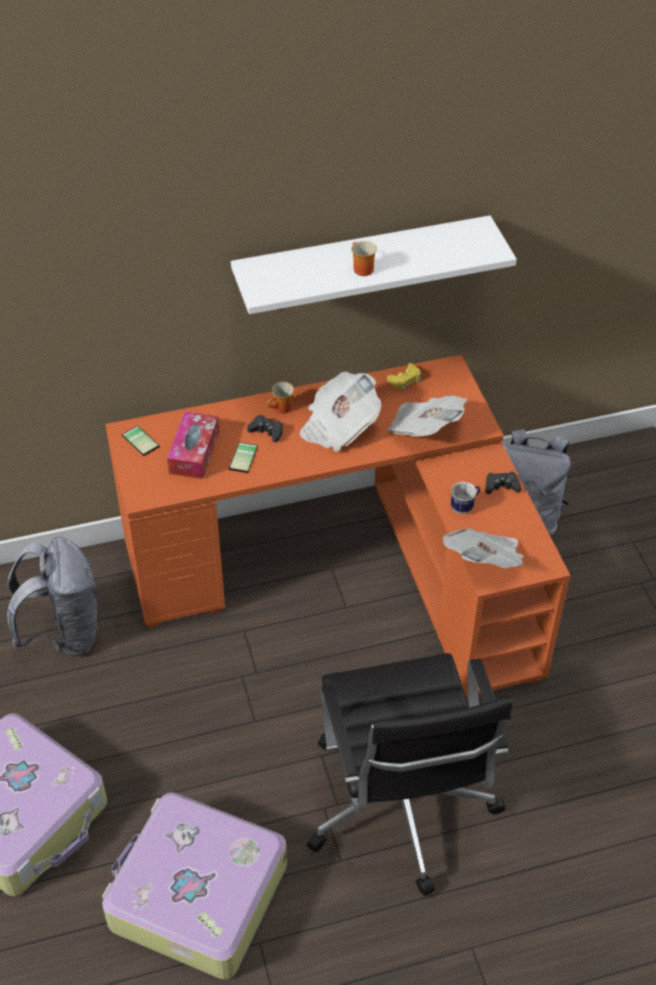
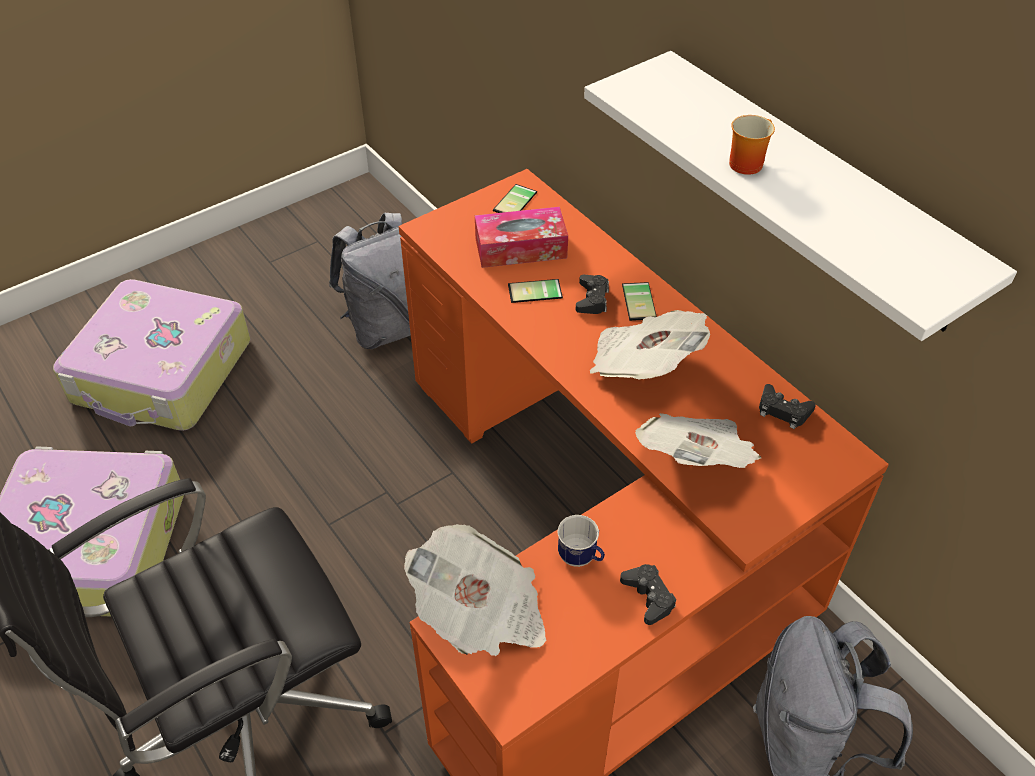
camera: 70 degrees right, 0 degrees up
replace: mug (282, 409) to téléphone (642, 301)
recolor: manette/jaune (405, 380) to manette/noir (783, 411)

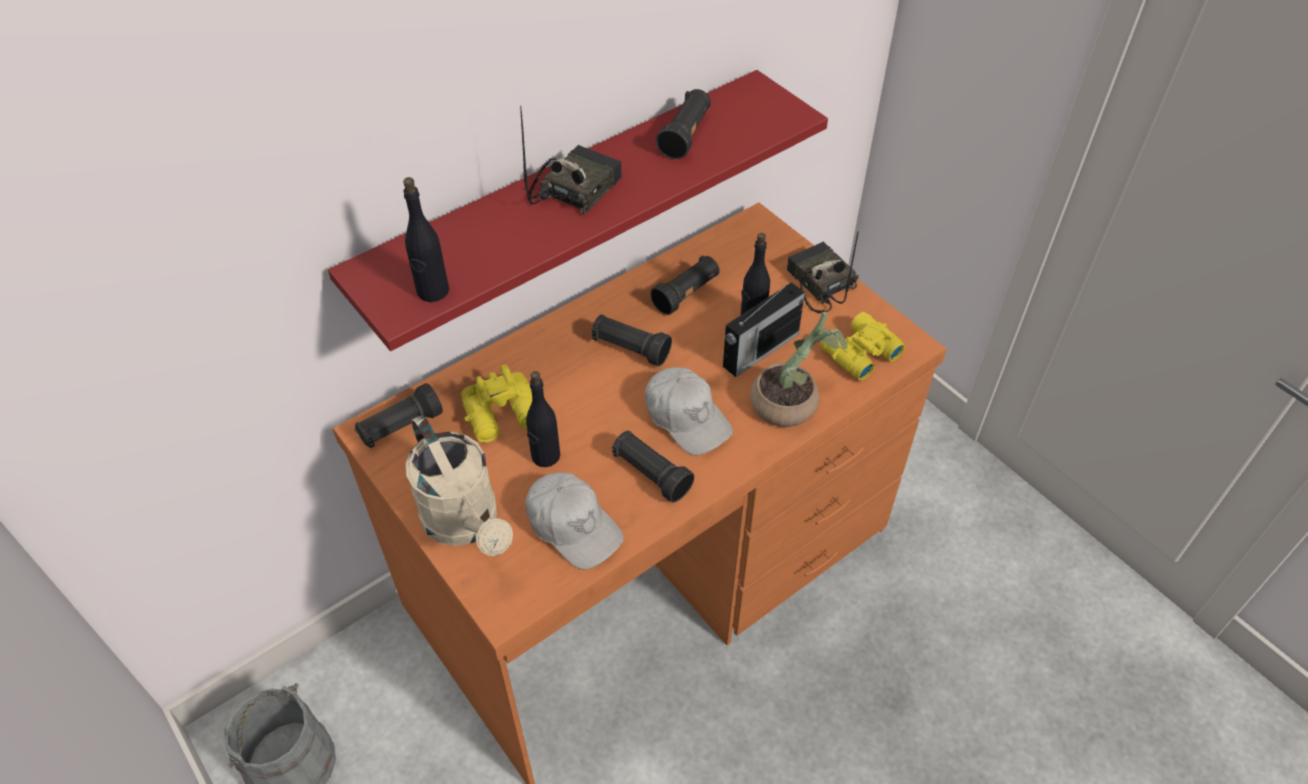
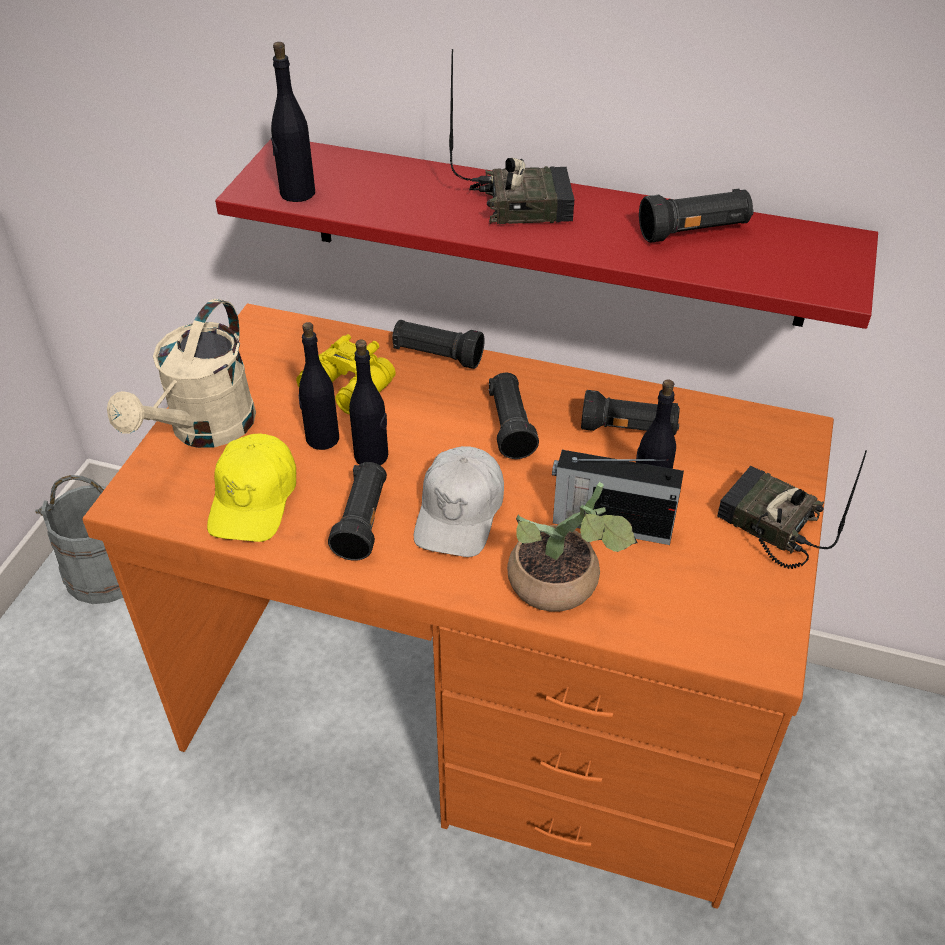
camera: 55 degrees right, 5 degrees down
delete: jumelles/jaune (858, 353)
insert: bouteille/noir (372, 457)
move: lampe de poche/noir (400, 427) to (437, 356)
recolor: casquette/blanc (573, 526) to casquette/jaune (254, 499)
rotate: radio (818, 283) = (767, 525) 75 degrees counterclockwise

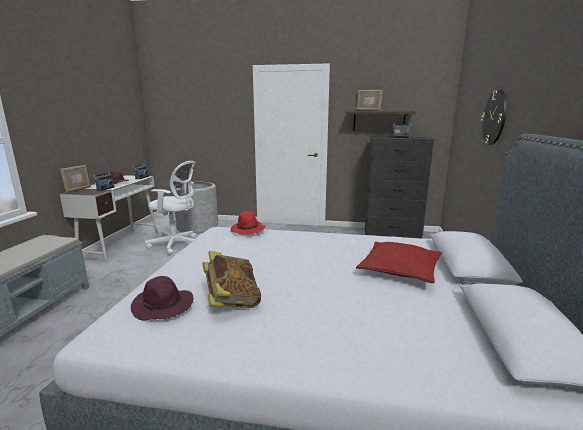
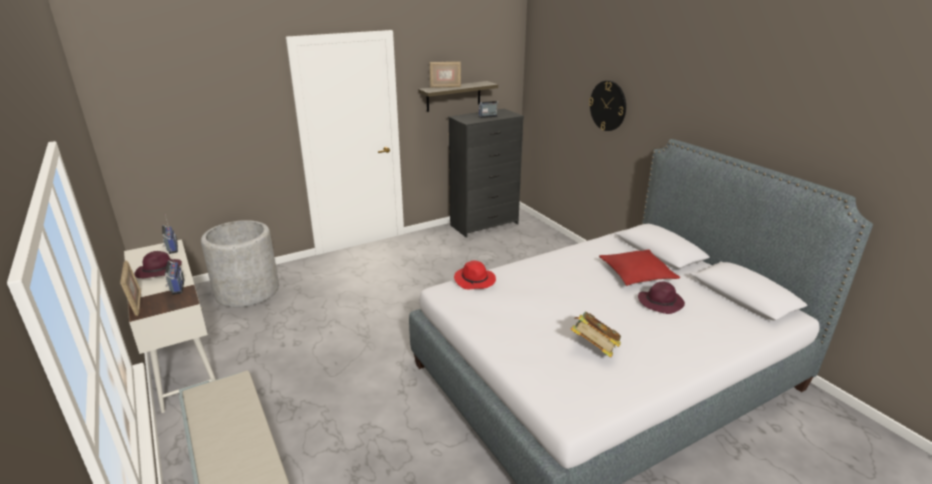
camera: 40 degrees left, 10 degrees up
delete: chaise de bureau/blanc (176, 245)
move: chapeau/violet (163, 306) to (661, 302)

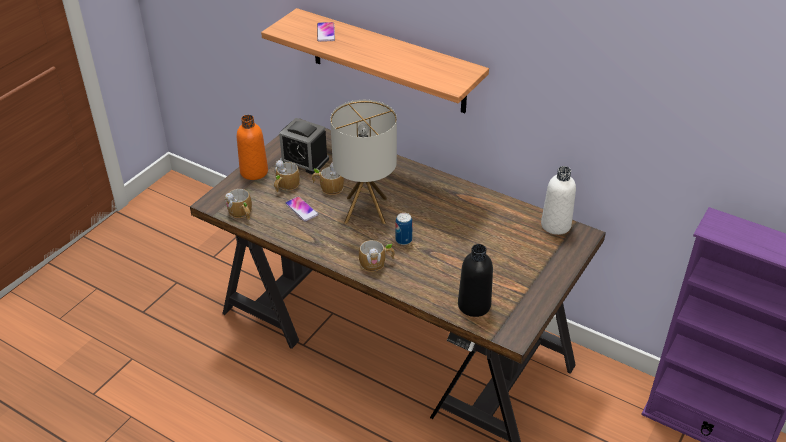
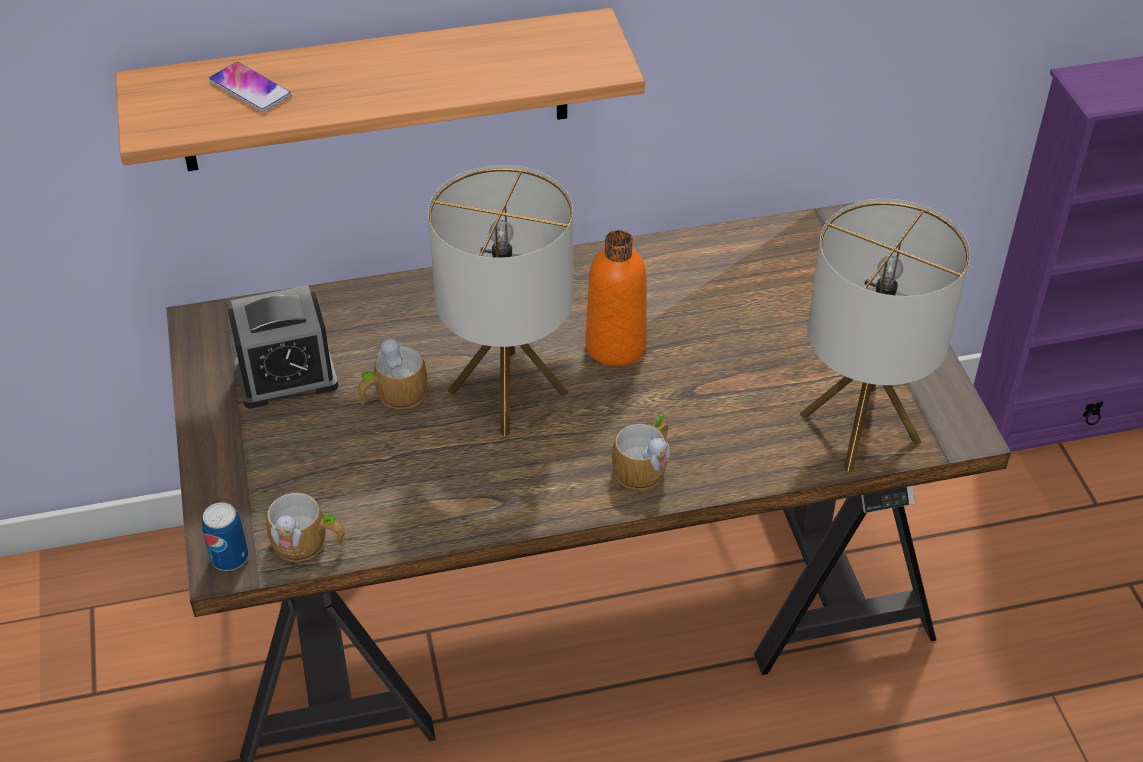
camera: 45 degrees left, 5 degrees up
delete: mug (285, 186); bouteille/blanc (555, 225); téléphone (301, 209)
move: bouteille/orange (254, 172) to (615, 346); boîte métallique (403, 240) to (229, 558)
replace: bouteille/noir (474, 305) to lampe de table (860, 427)

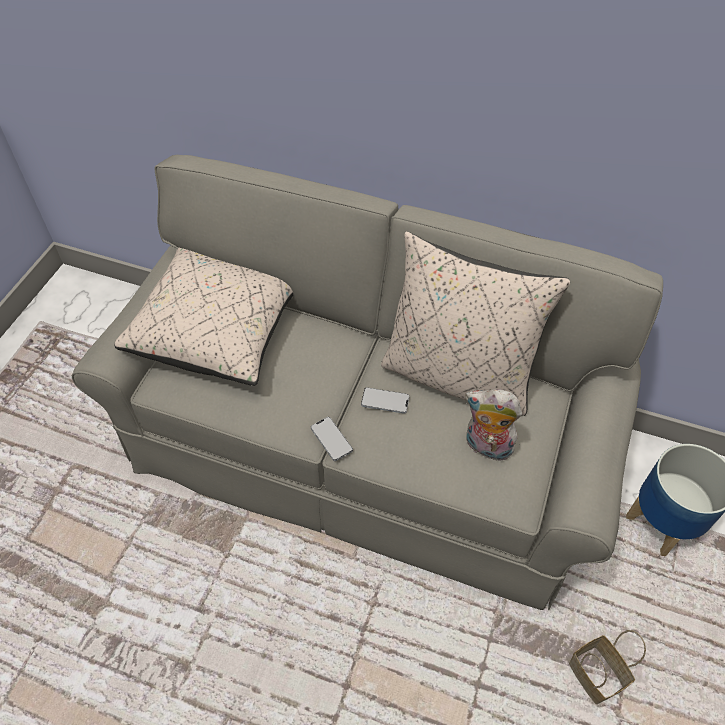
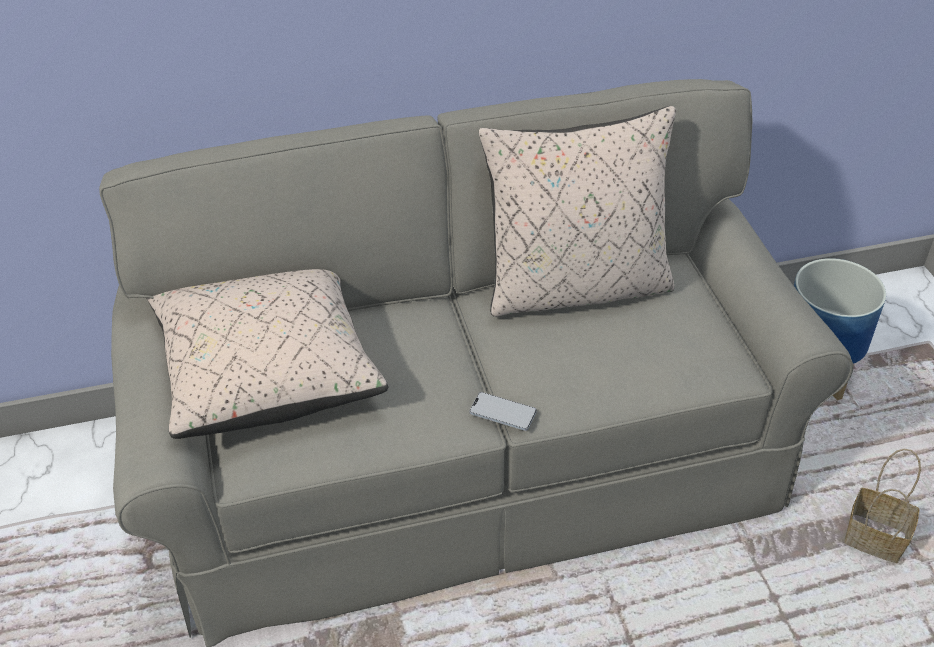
camera: 35 degrees left, 10 degrees down
delete: téléphone (385, 401); peluche (486, 447)

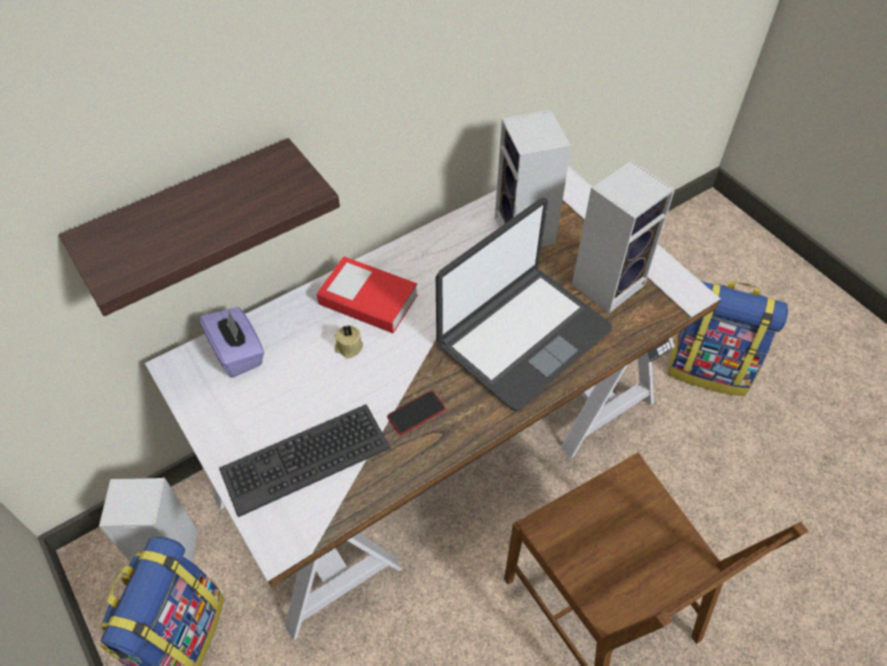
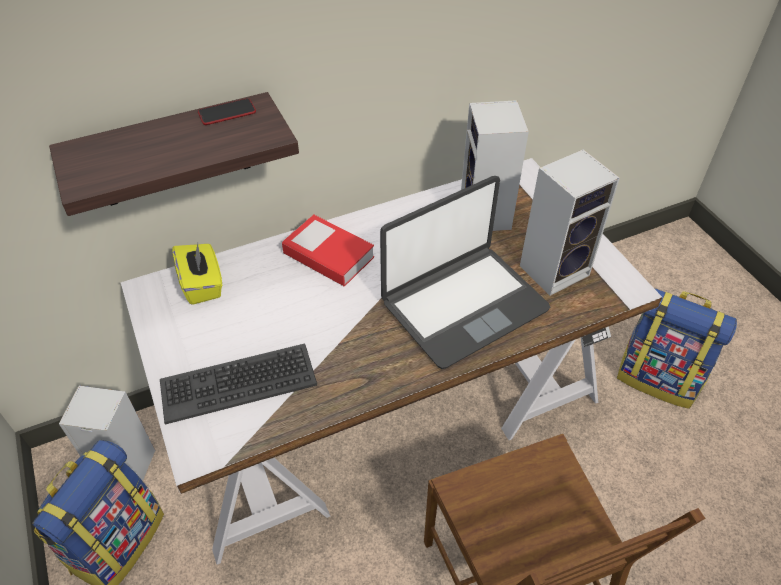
camera: 10 degrees right, 5 degrees down
delete: bougie/beige (348, 347)
move: téléphone (416, 413) to (227, 113)
recolor: boîte à mouchoirs/violet (238, 353) to boîte à mouchoirs/jaune (202, 284)

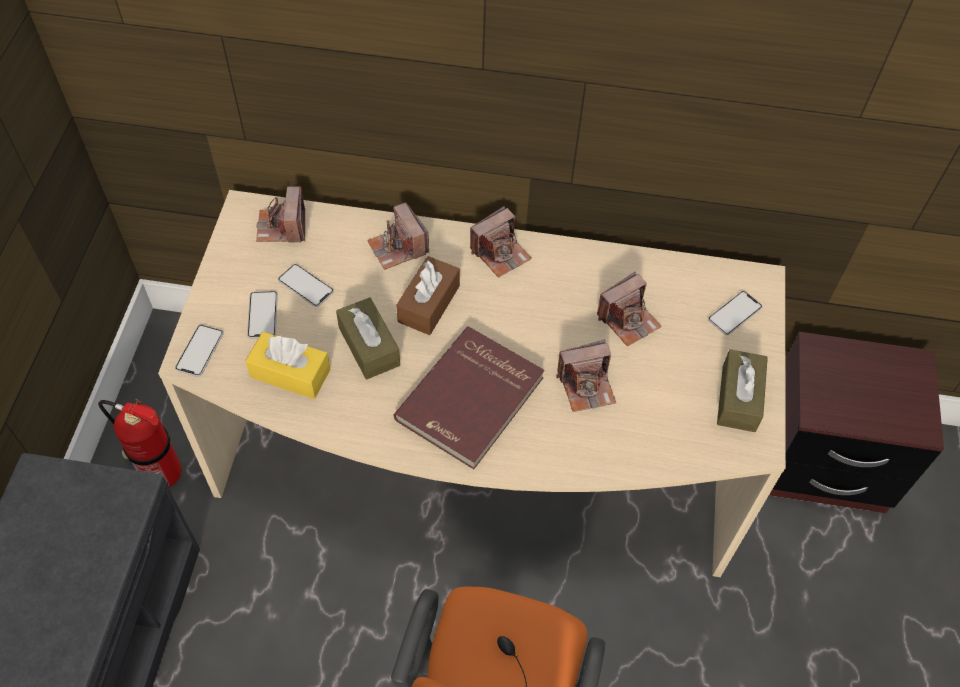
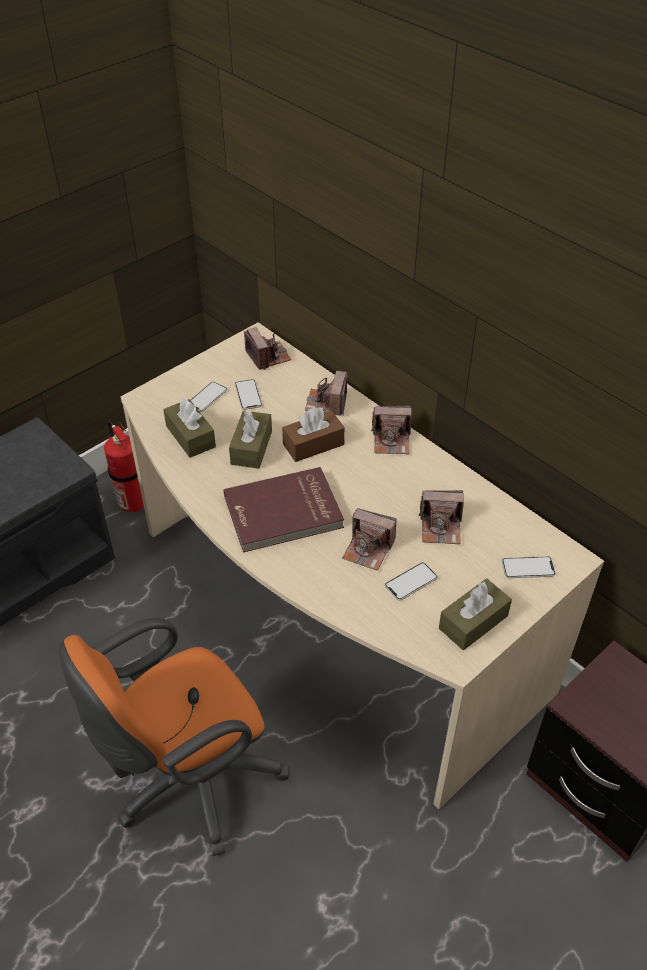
camera: 40 degrees right, 10 degrees down
move: téléphone (200, 351) to (411, 582)
recolor: boîte à mouchoirs/jaune (290, 373) to boîte à mouchoirs/marron (190, 436)
rotate: appareil photo (282, 227) = (268, 356) 120 degrees clockwise

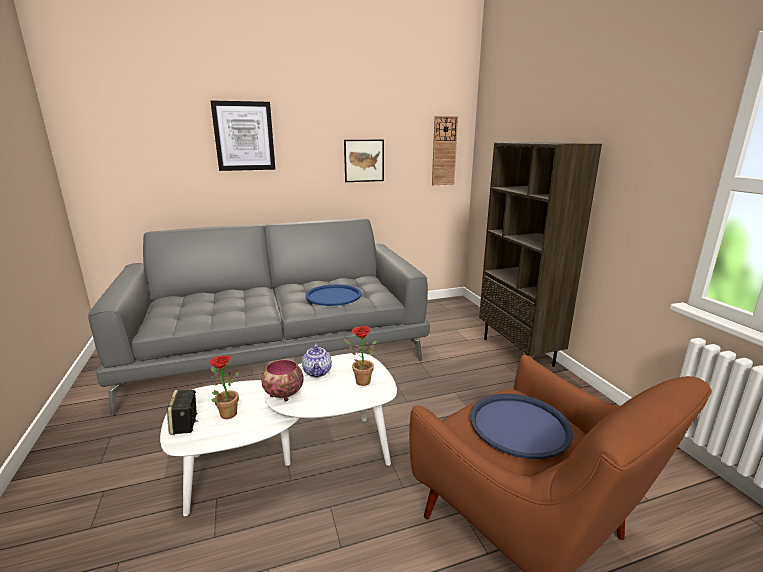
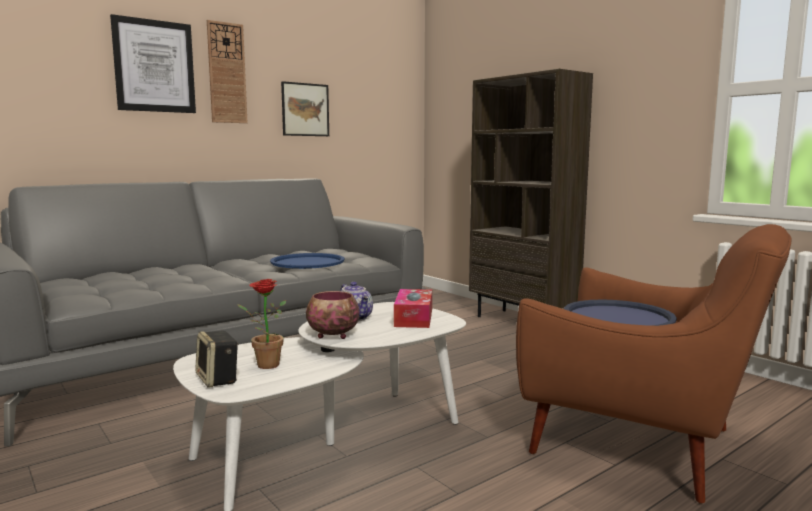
camera: 20 degrees left, 10 degrees down
move: horloge murale (444, 151) to (227, 73)
replace: plante en pot (360, 381) to boîte à mouchoirs (413, 318)

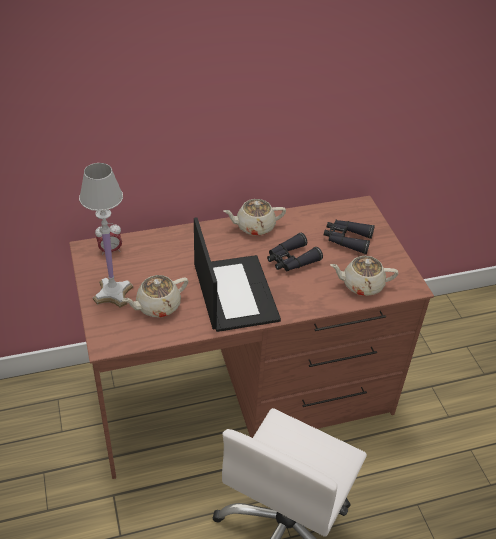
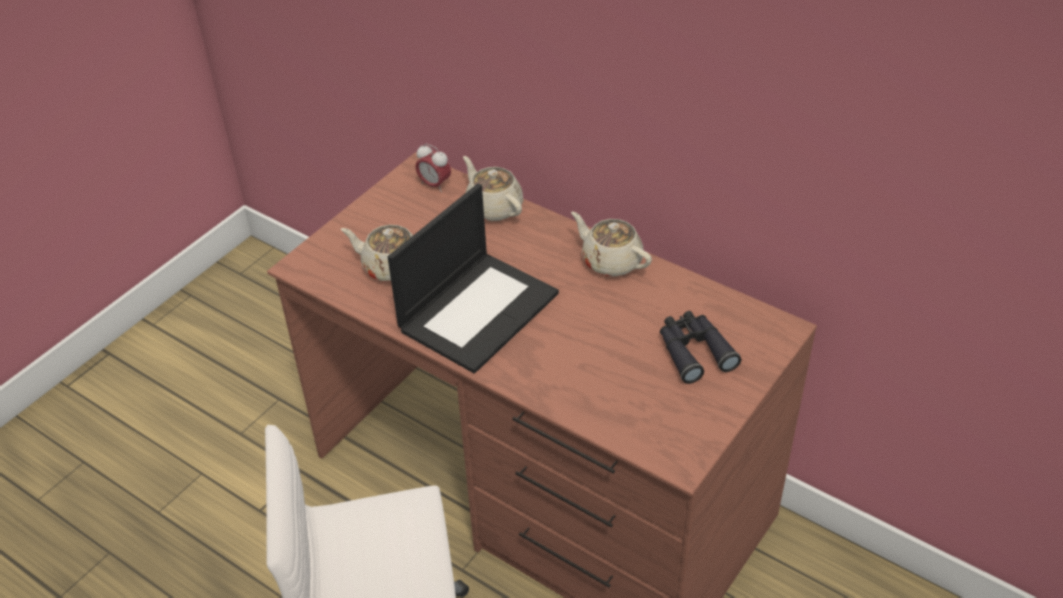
camera: 55 degrees right, 0 degrees up
delete: lampe de table/blanc (113, 293); jumelles/noir (291, 260)
move: théière/beige (361, 285) to (493, 207)

